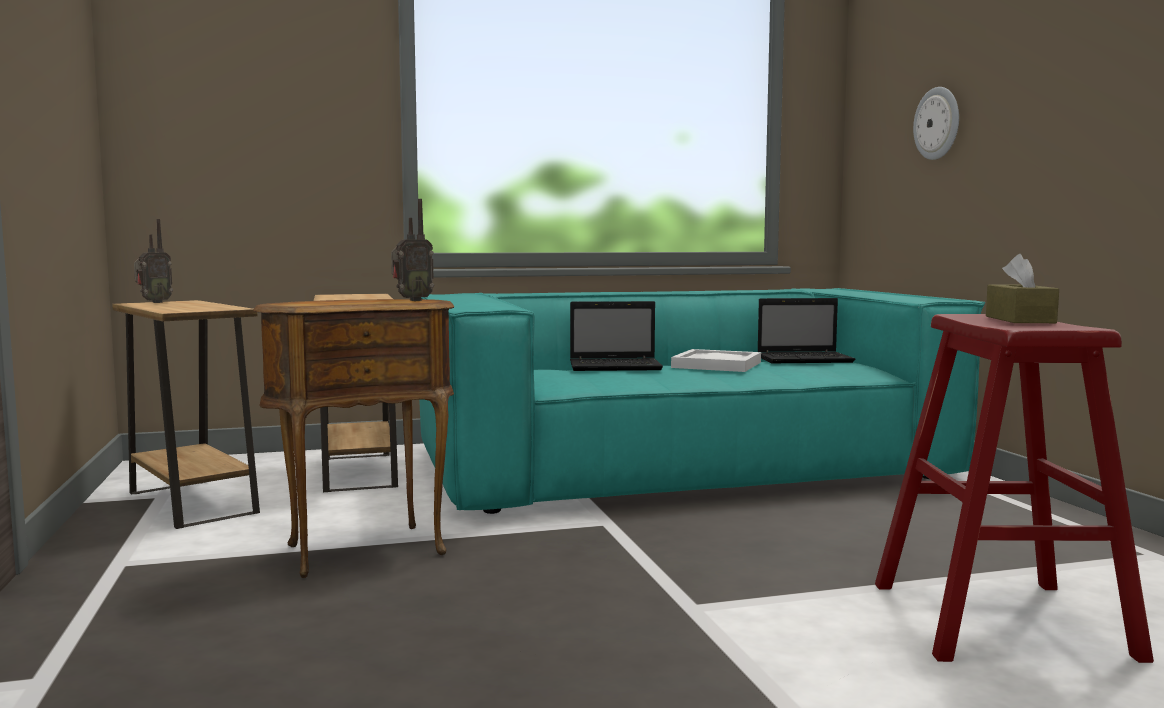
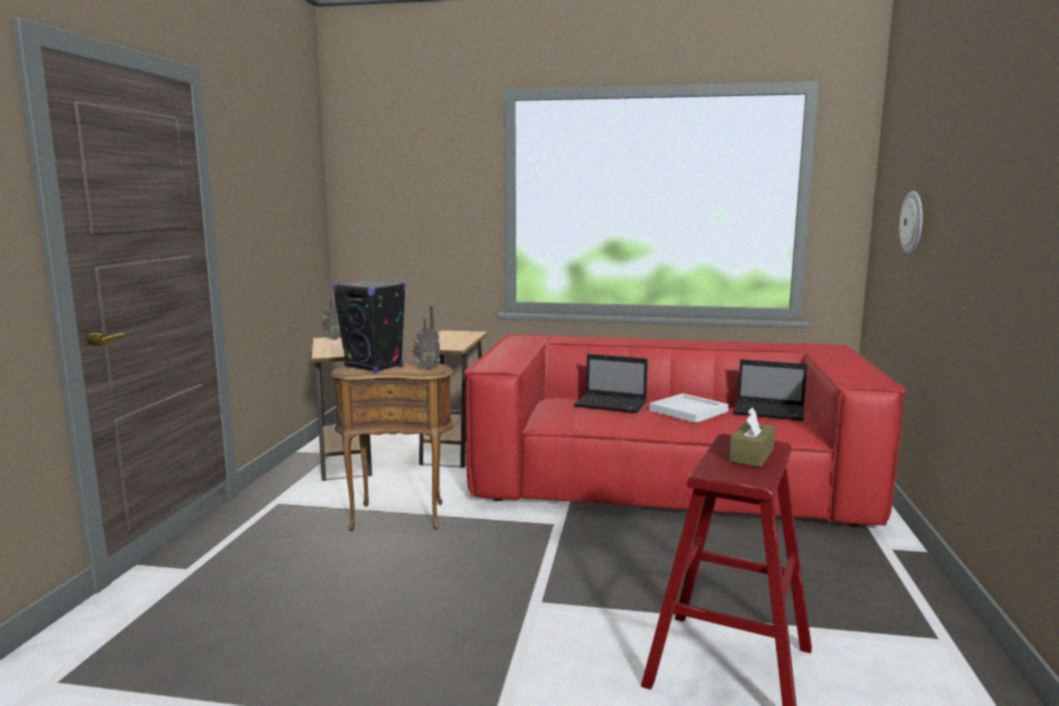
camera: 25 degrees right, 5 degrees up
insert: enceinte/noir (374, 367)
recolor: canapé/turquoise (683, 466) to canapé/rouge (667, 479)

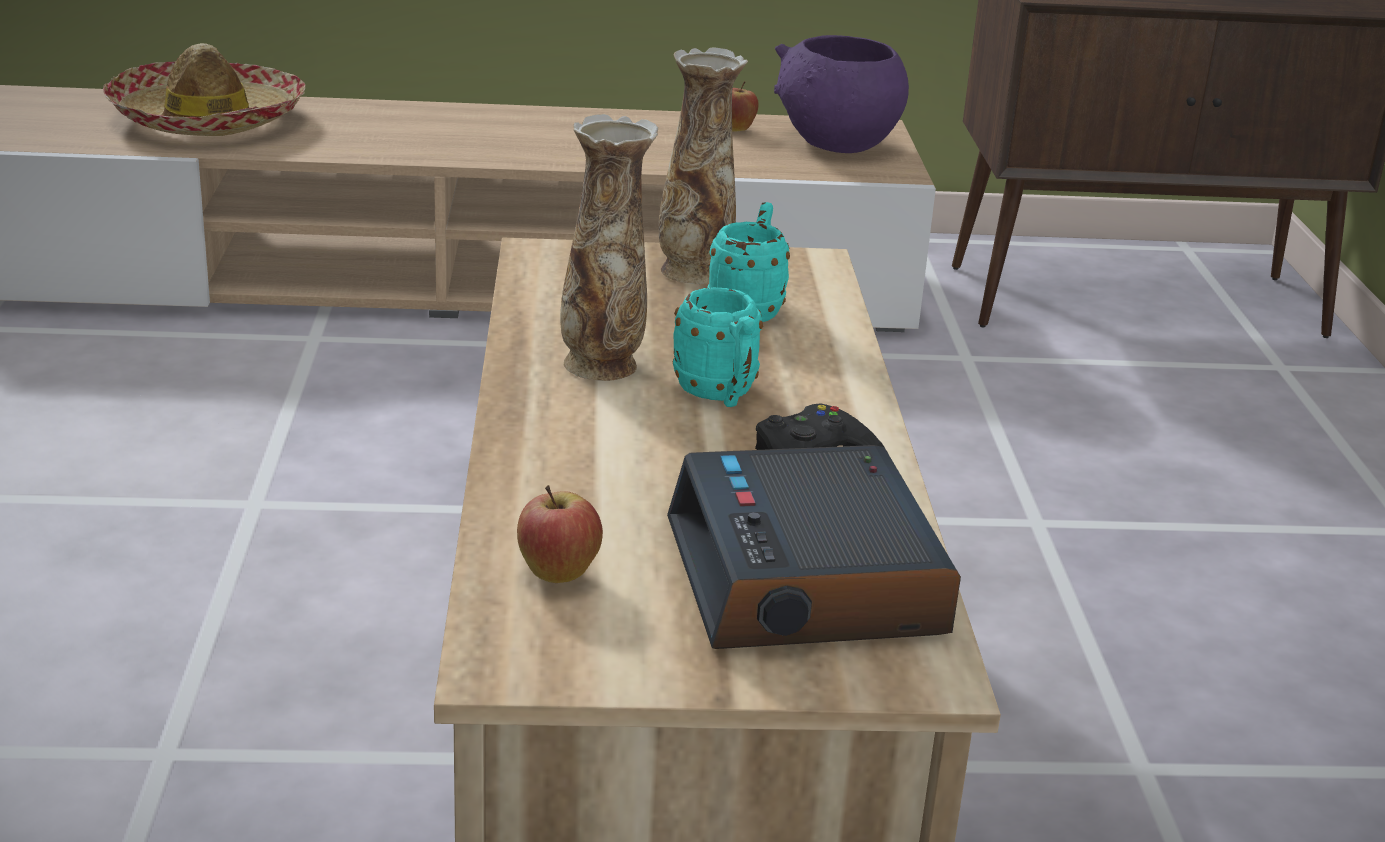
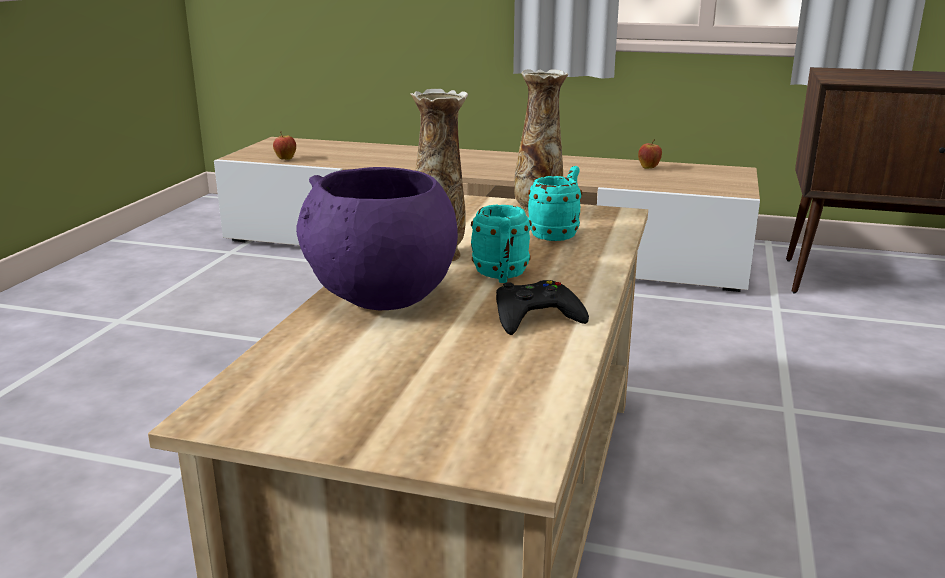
camera: 20 degrees right, 5 degrees down
delete: chapeau (208, 119); réveil (808, 580)
move: bol/violet (837, 145) to (381, 298); pomme (558, 576) to (285, 159)

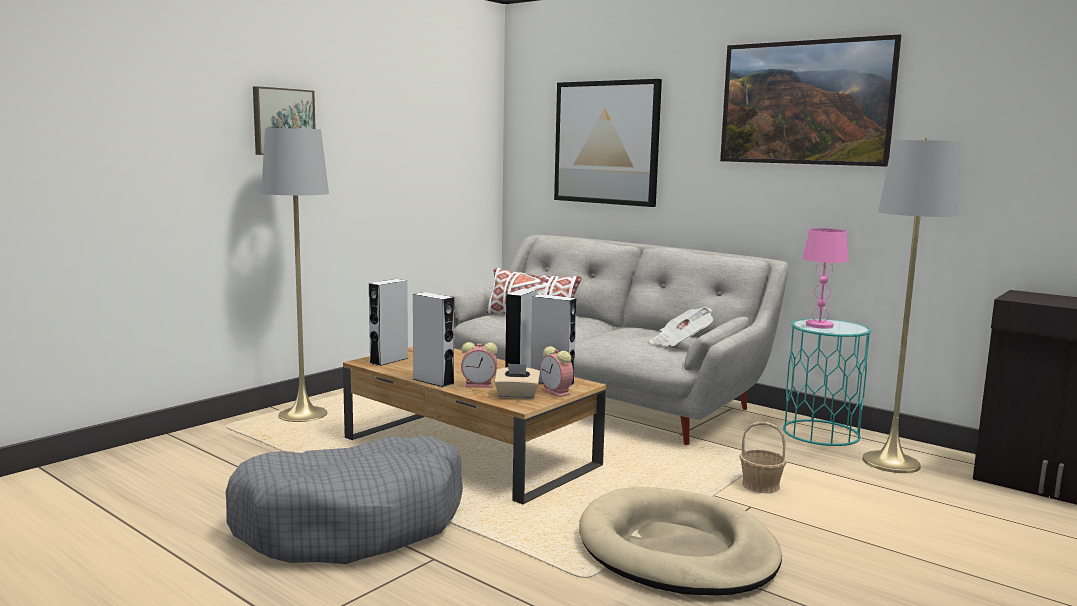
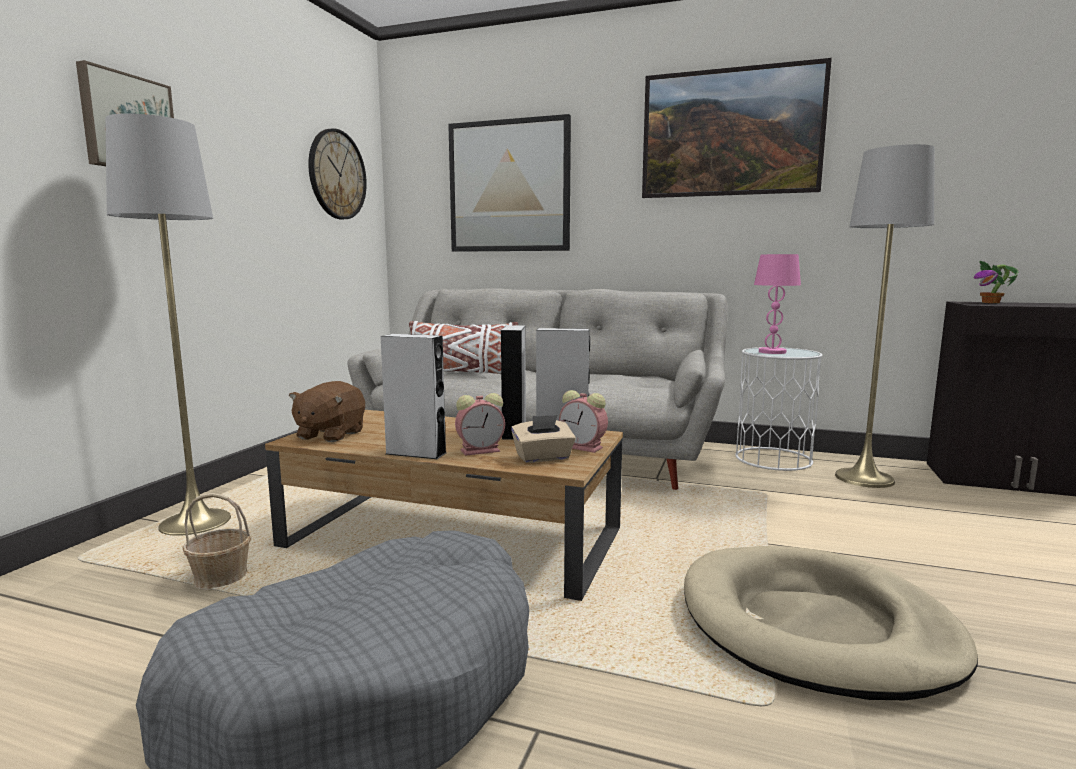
camera: 20 degrees left, 0 degrees up
delete: journal (680, 343)
insert: horloge murale (337, 175); plante en pot (991, 302)
move: panier (761, 485) to (221, 578)
replace: enceinte/gris (389, 360) to peluche/marron (330, 435)
recolor: table d'appoint/turquoise (821, 433) to table d'appoint/blanc (773, 459)

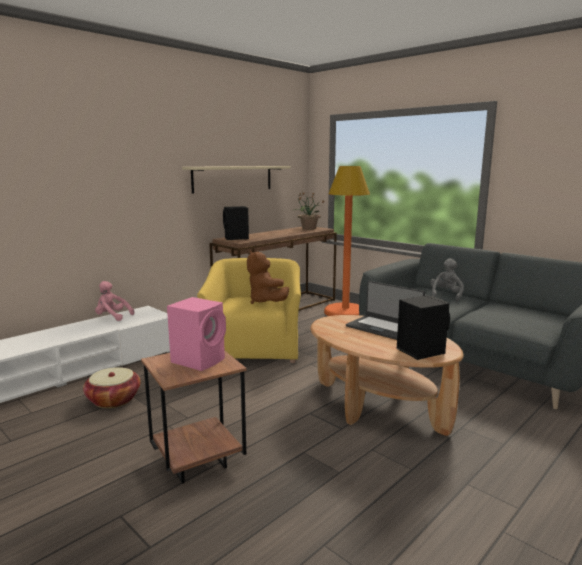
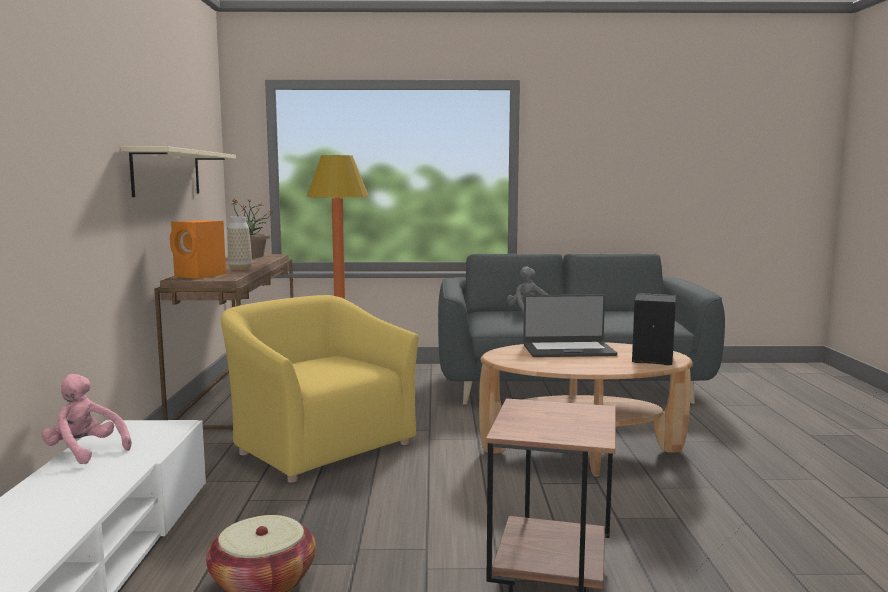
camera: 45 degrees left, 5 degrees down
delete: peluche/marron (265, 301); enceinte/rose (199, 360)
insert: vase (240, 269)
recolor: enceinte/noir (236, 238) to enceinte/orange (201, 276)
rotate: peluche/rose (112, 317) = (85, 452) 60 degrees clockwise

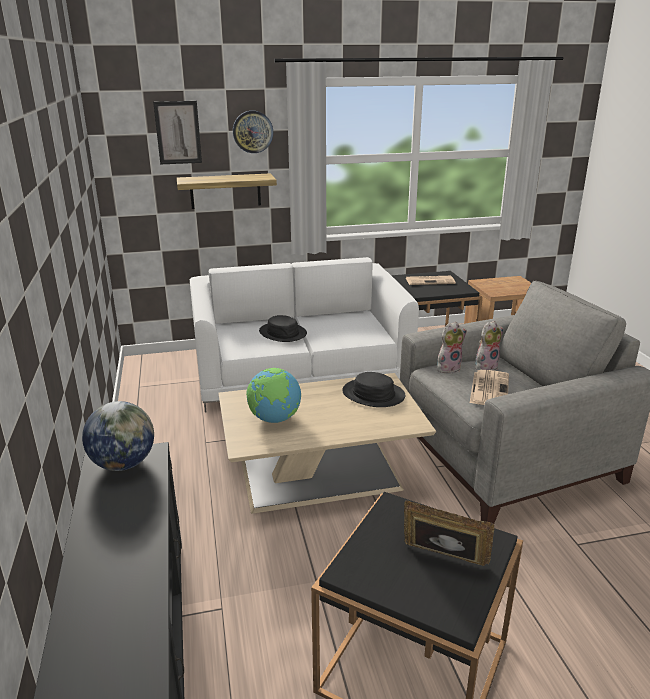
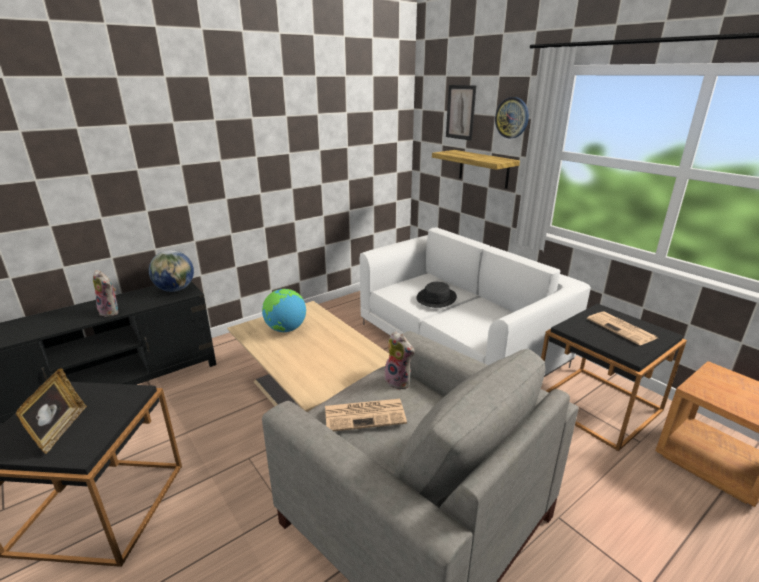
camera: 65 degrees right, 0 degrees up
delete: chapeau/noir (373, 394)
move: peluche (485, 366) to (111, 312)

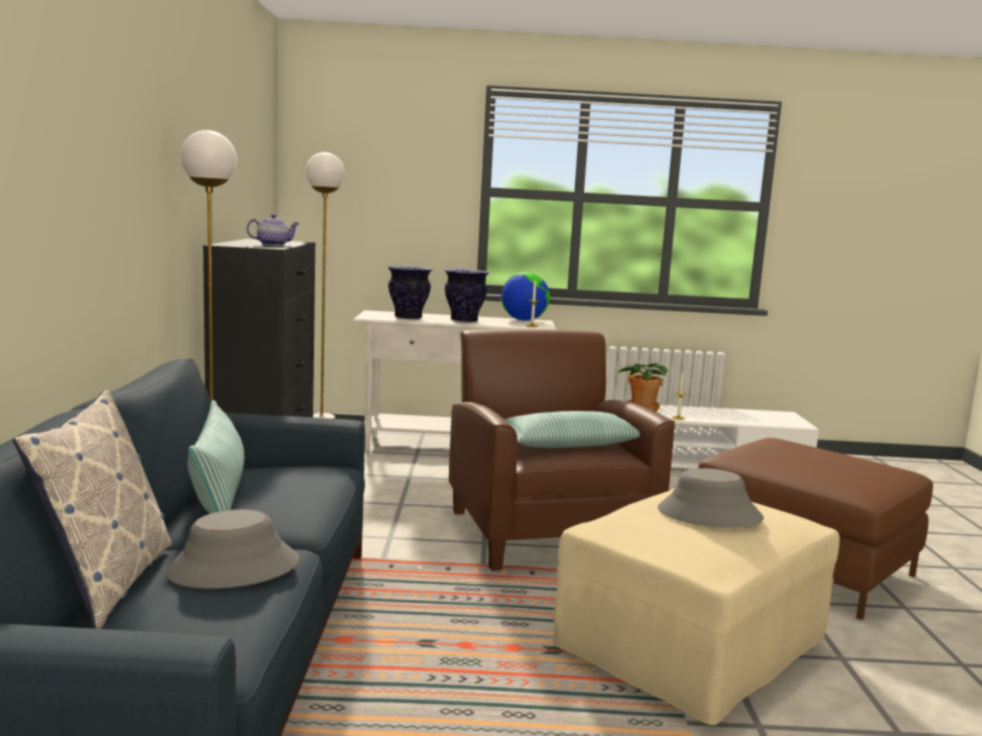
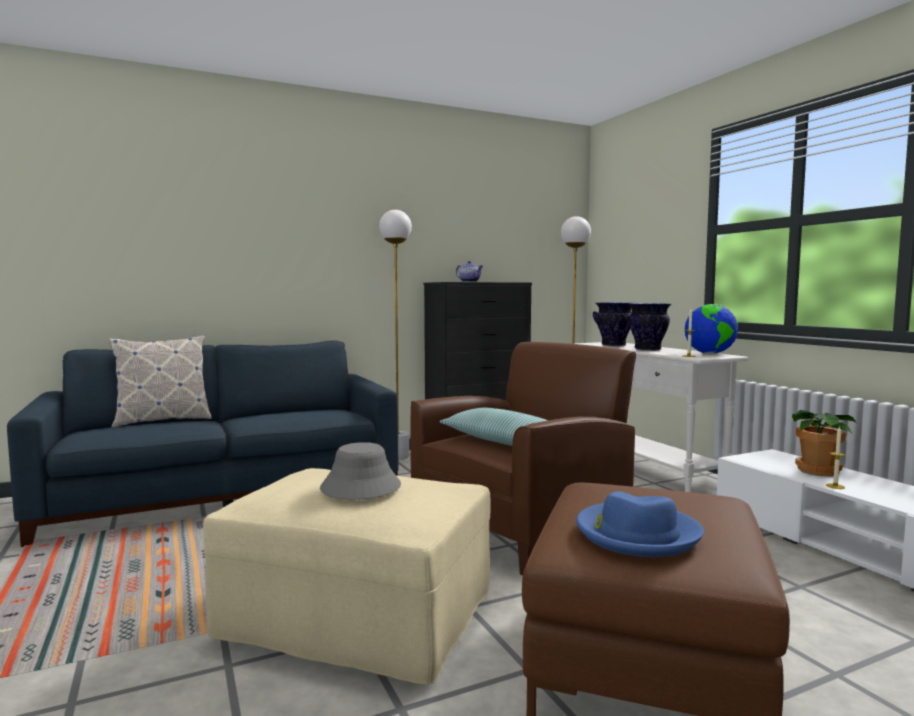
camera: 65 degrees right, 5 degrees down
delete: coussin (219, 497); chapeau/gris (233, 568)
insert: chapeau/bleu (636, 534)

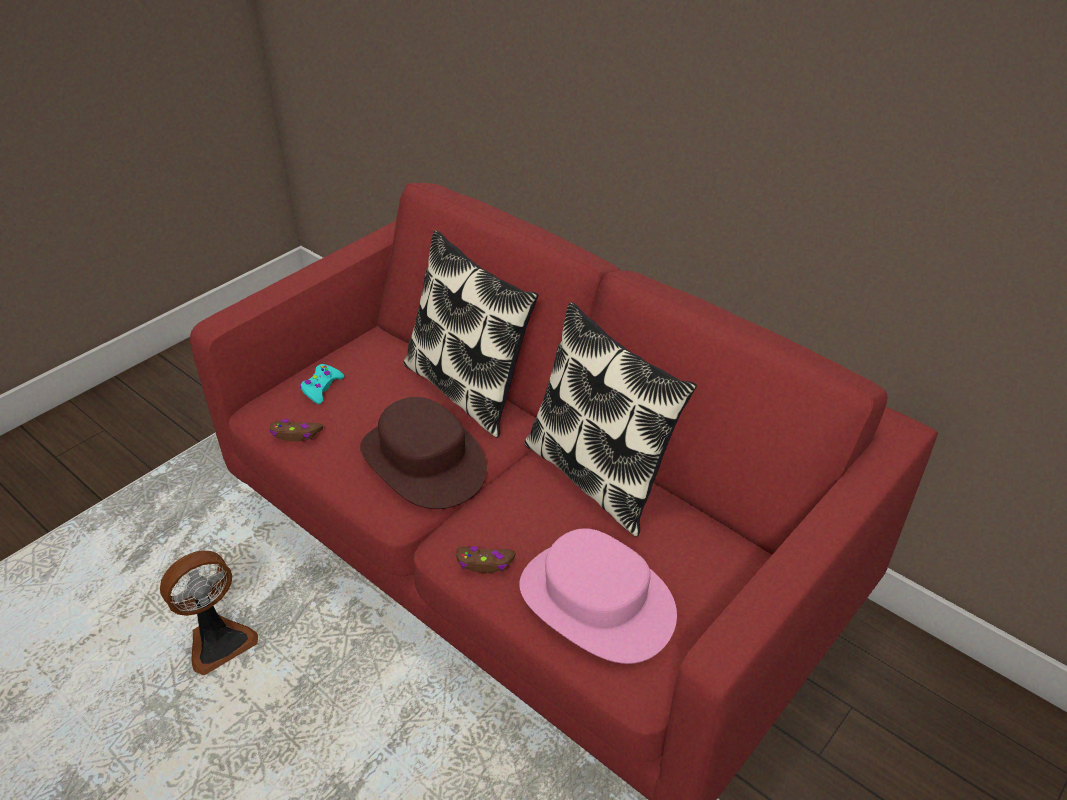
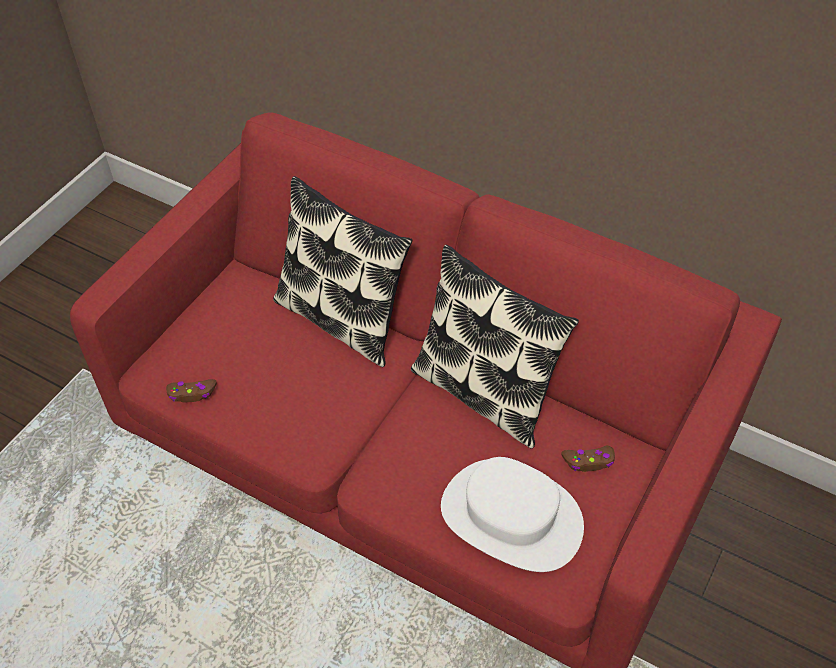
camera: 10 degrees left, 10 degrees up
delete: manette/turquoise (321, 388); chapeau/marron (424, 461); ventilateur (219, 642)
move: manette/marron (485, 563) to (589, 461)
recolor: chapeau/rose (595, 602) to chapeau/blanc (510, 517)

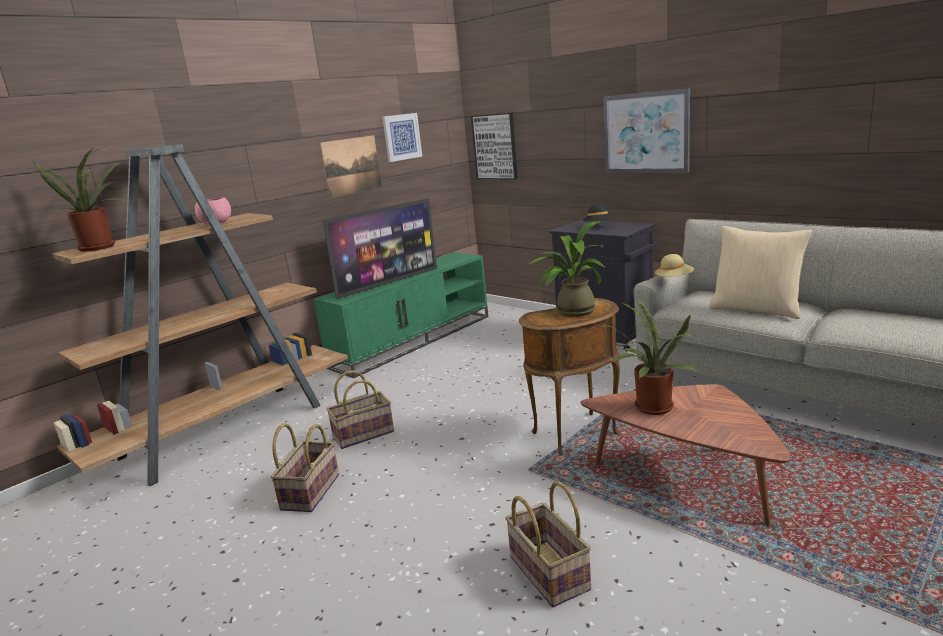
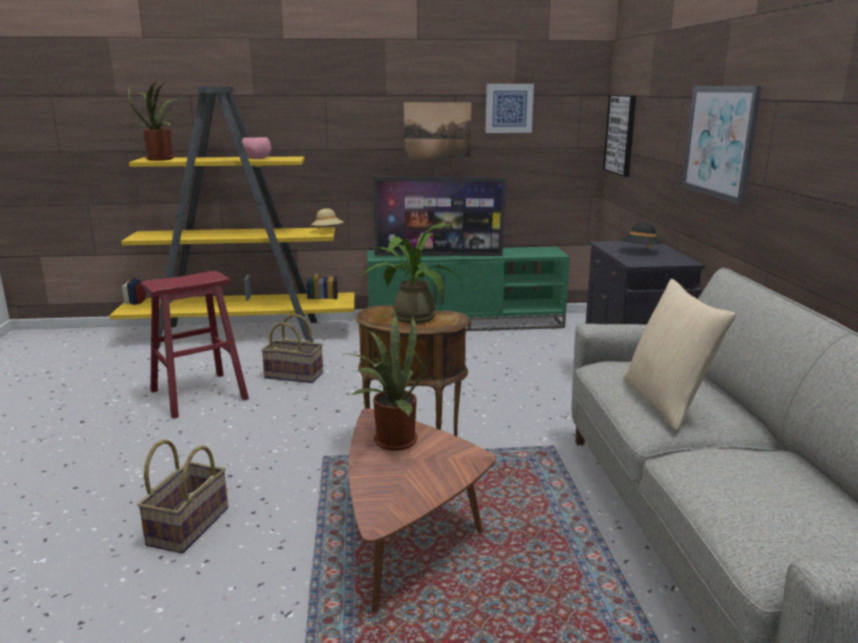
camera: 40 degrees right, 0 degrees up
move: chapeau/beige (674, 280) to (328, 231)
replace: panier (309, 491) to tabouret/rouge (199, 394)
recolor: bibliothèque/marron (227, 430) to bibliothèque/jaune (242, 334)

